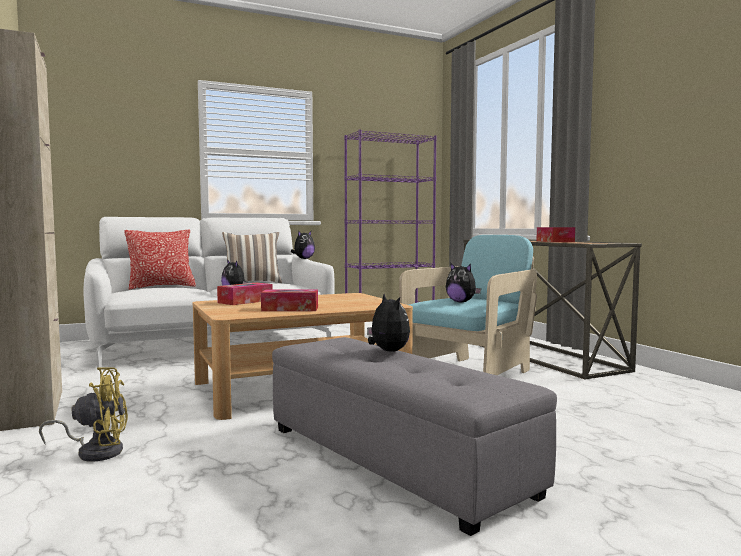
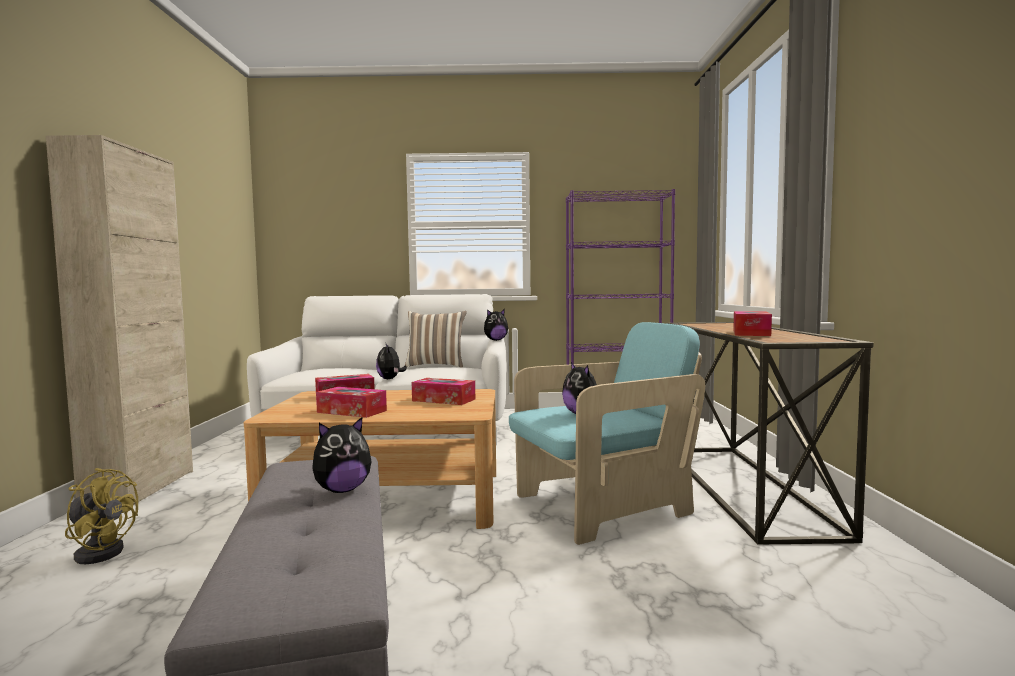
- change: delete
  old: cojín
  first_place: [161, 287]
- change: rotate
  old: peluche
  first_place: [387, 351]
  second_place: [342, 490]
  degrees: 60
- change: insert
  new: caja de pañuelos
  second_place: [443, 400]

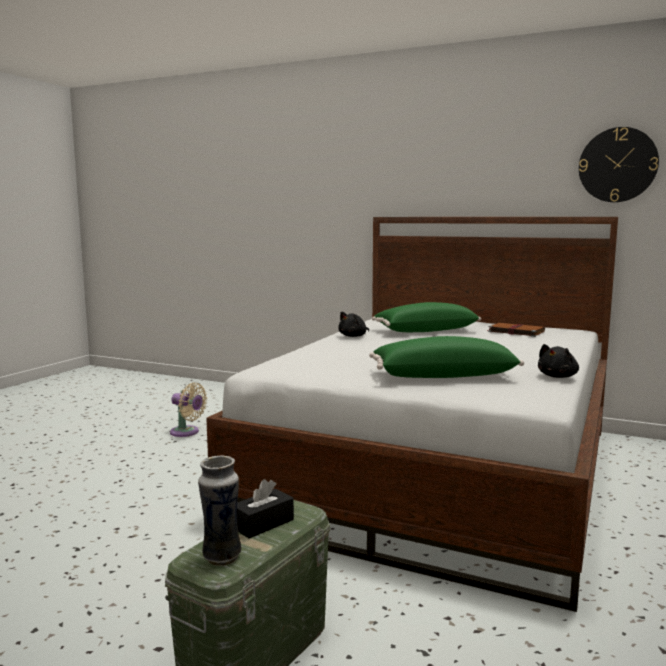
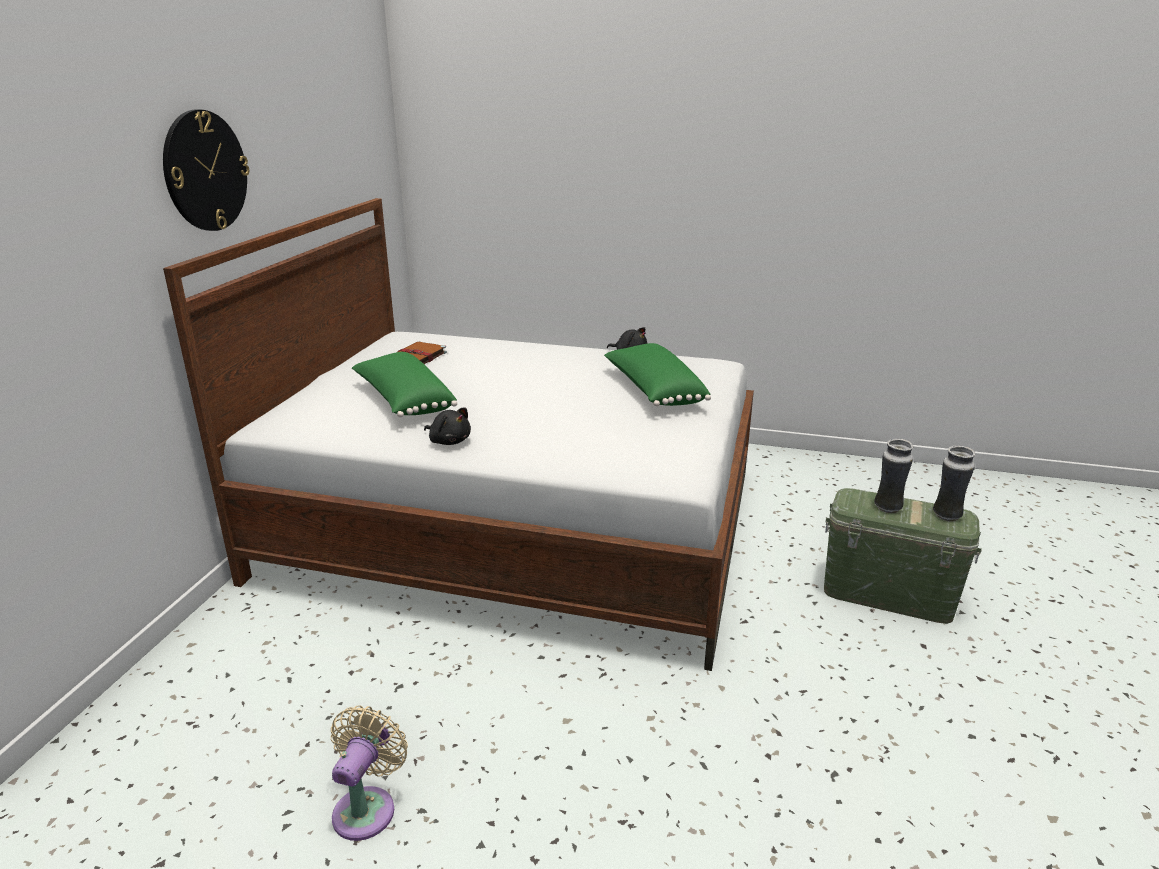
- change: move
  old: reloj de pared
  first_place: [617, 165]
  second_place: [205, 171]
- change: replace
  old: caja de pañuelos (negro)
  new: florero
  first_place: [263, 524]
  second_place: [887, 508]

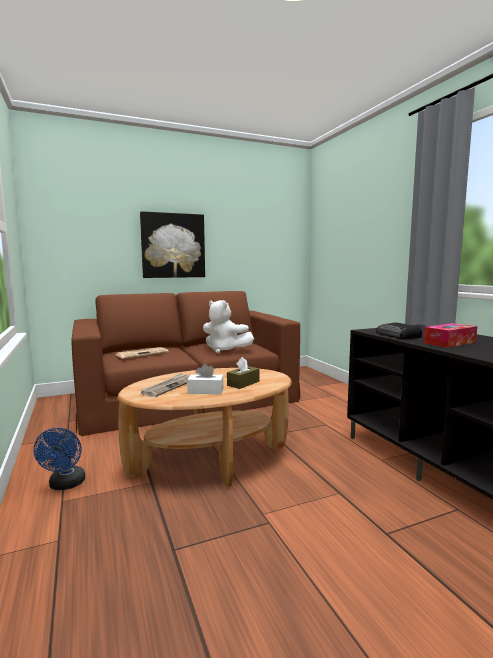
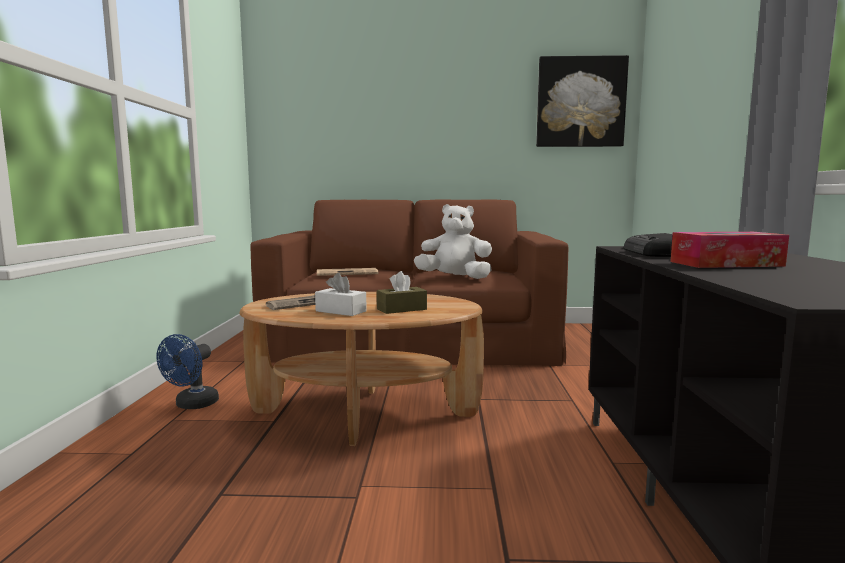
- change: move
  old: cuadro
  first_place: [173, 245]
  second_place: [580, 102]
- change: rotate
  old: peluche (blanco)
  first_place: [225, 350]
  second_place: [454, 278]
  degrees: 135

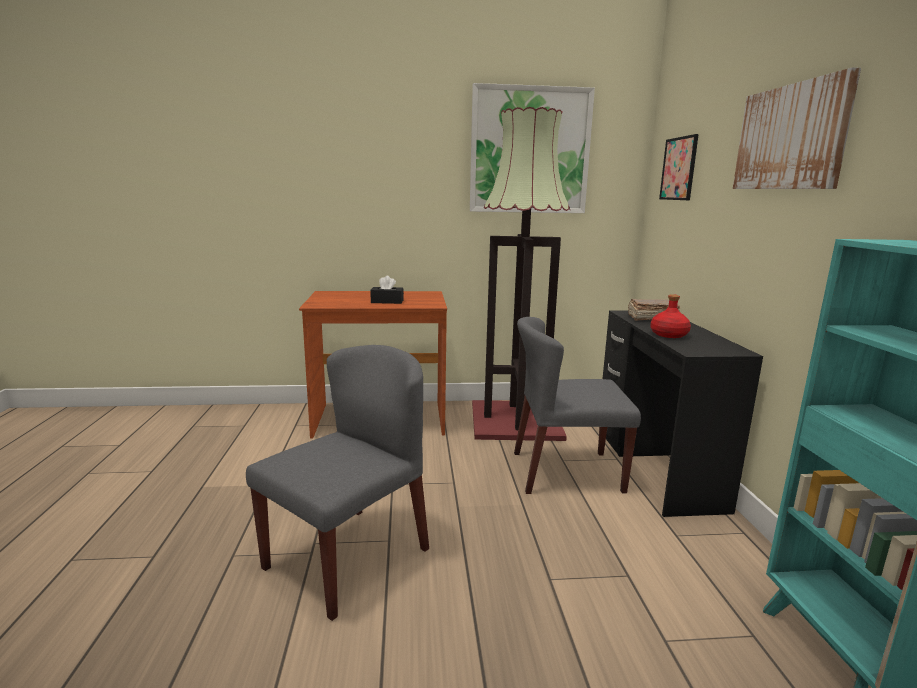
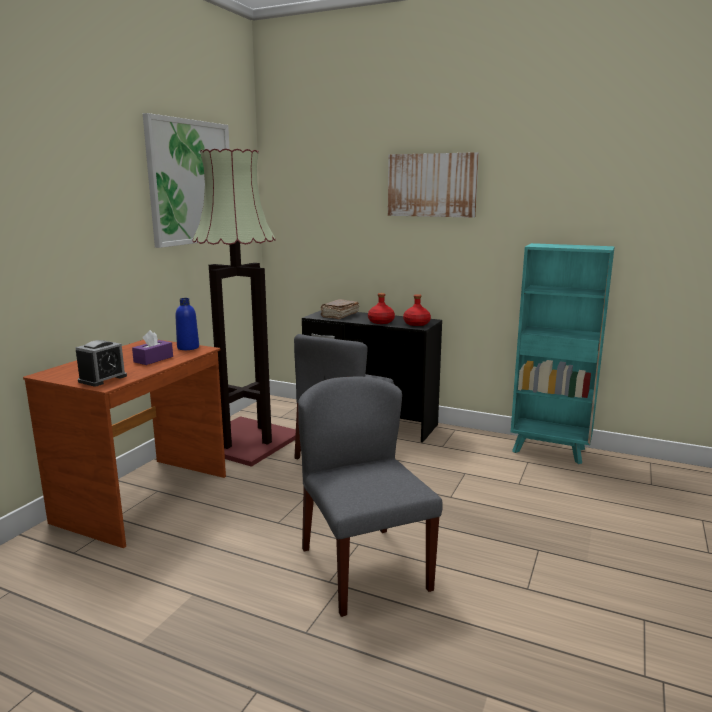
- change: delete
  old: cuadro
  first_place: [678, 168]
- change: recolor
  old: caja de pañuelos (negro)
  new: caja de pañuelos (morado)
  first_place: [387, 301]
  second_place: [153, 359]
- change: insert
  new: botella (rojo)
  second_place: [417, 324]
- change: insert
  new: botella (azul)
  second_place: [188, 347]
- change: insert
  new: despertador
  second_place: [102, 379]

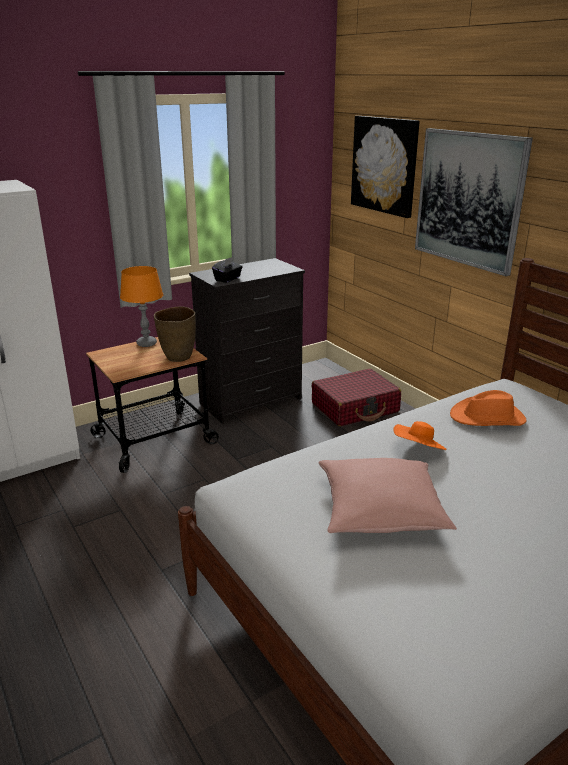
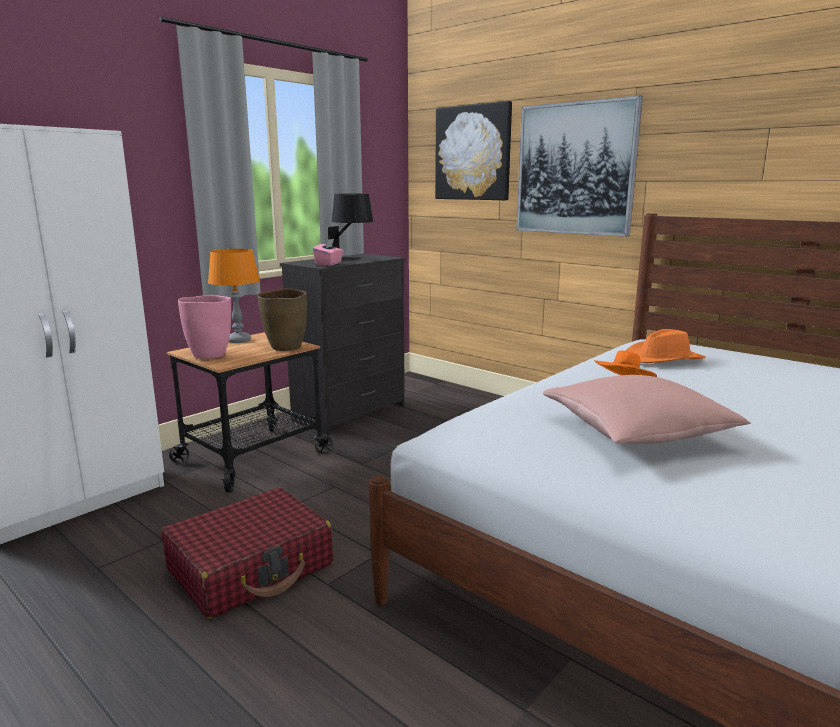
- change: recolor
  old: caja de pañuelos (negro)
  new: caja de pañuelos (rosa)
  first_place: [228, 279]
  second_place: [329, 264]
- change: move
  old: maleta (rojo)
  first_place: [355, 408]
  second_place: [251, 567]
- change: insert
  new: lámpara de mesa (negro)
  second_place: [351, 259]
- change: insert
  new: florero (rosa)
  second_place: [209, 355]

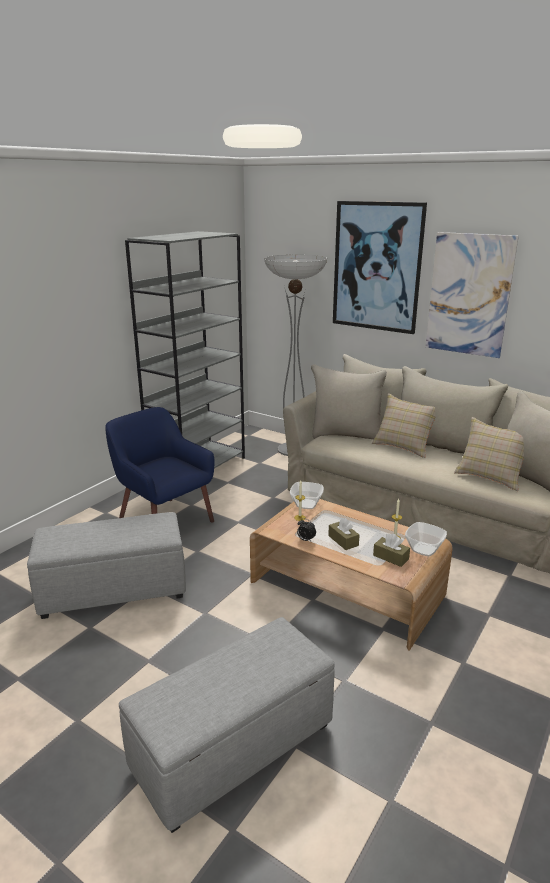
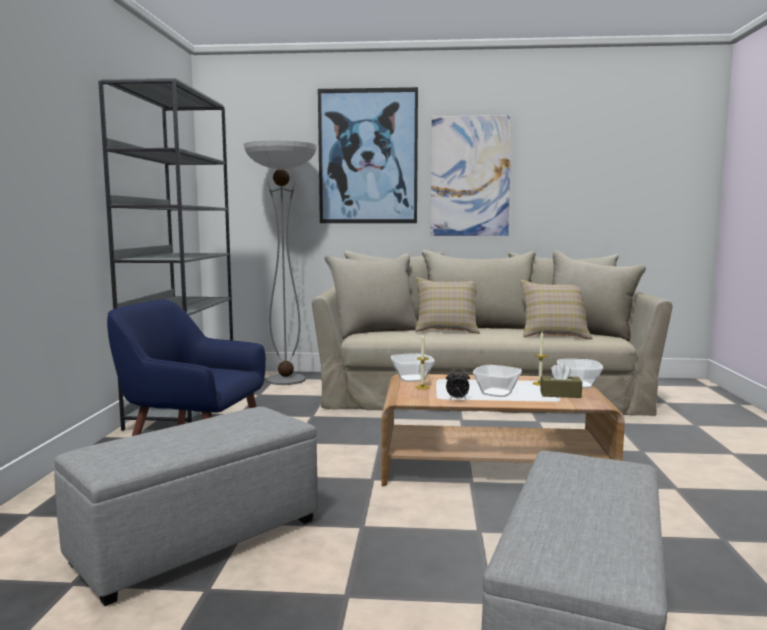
- change: replace
  old: caja de pañuelos (marrón)
  new: cuenco
  first_place: [343, 540]
  second_place: [496, 393]

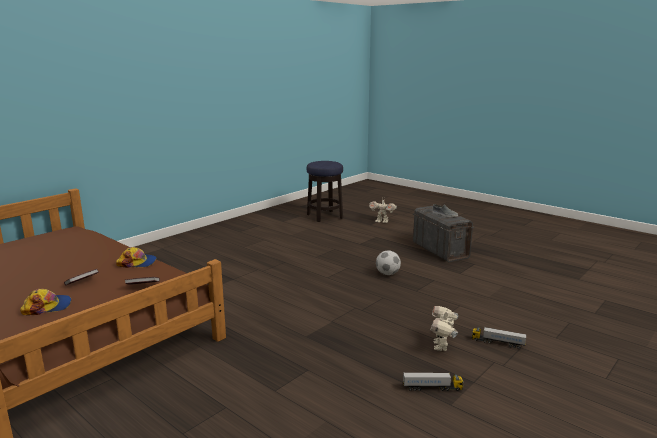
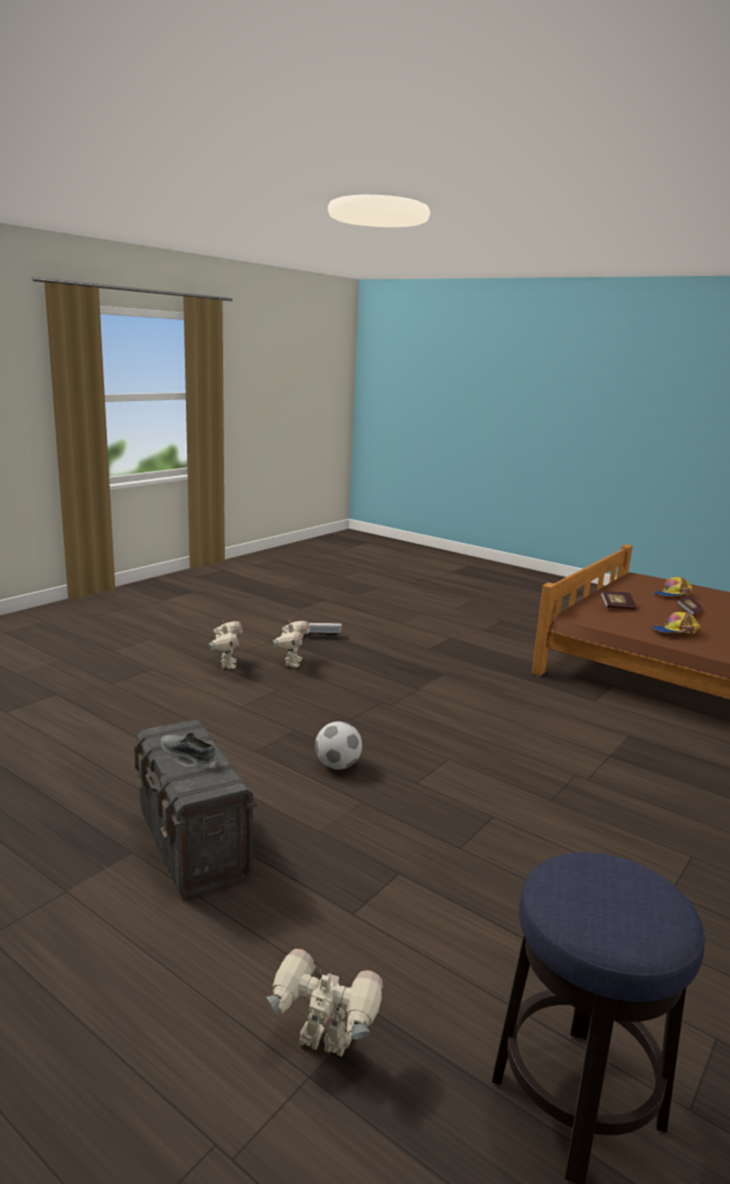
- change: replace
  old: camión de juguete
  new: robot de juguete
  first_place: [497, 342]
  second_place: [226, 665]

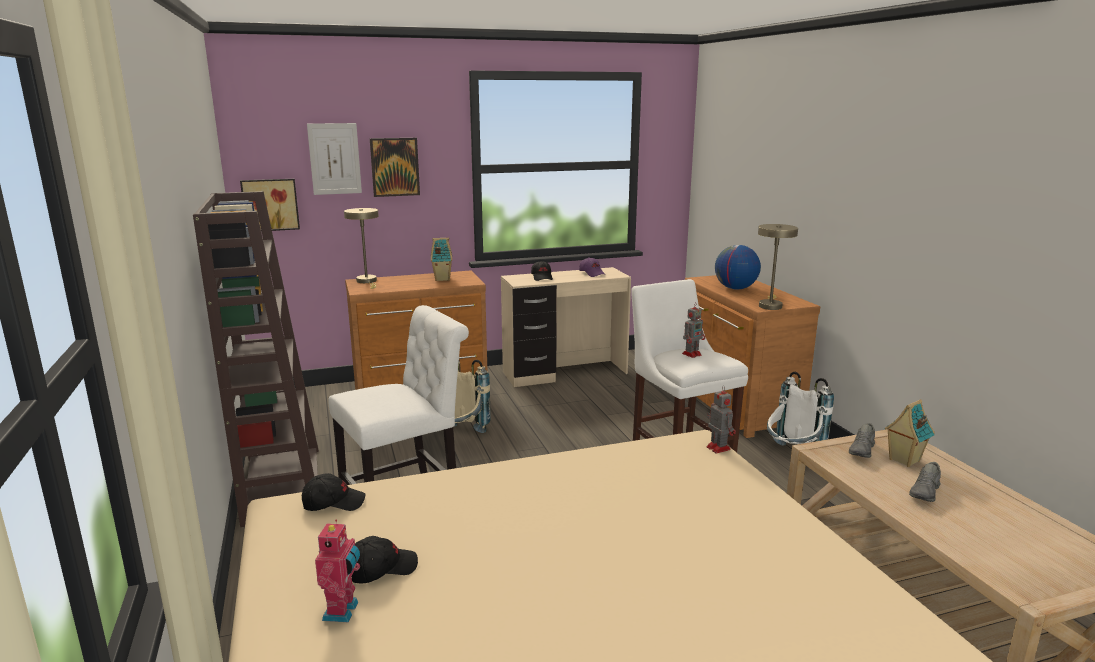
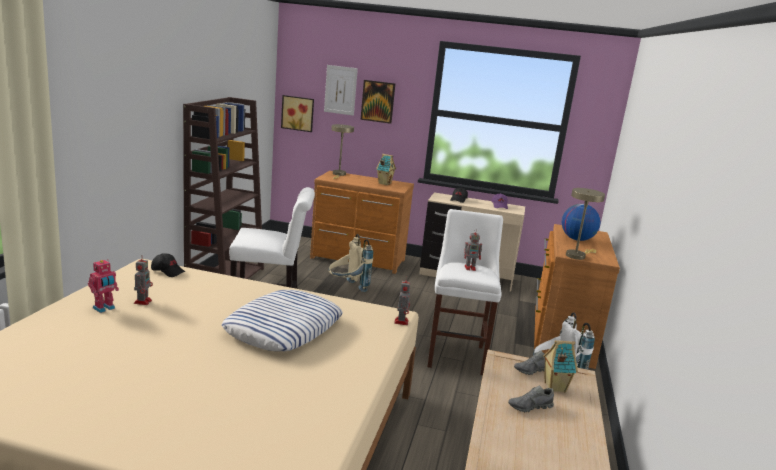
- change: replace
  old: gorra (negro)
  new: robot de juguete
  first_place: [381, 569]
  second_place: [143, 301]
- change: insert
  new: cojín
  second_place: [284, 328]

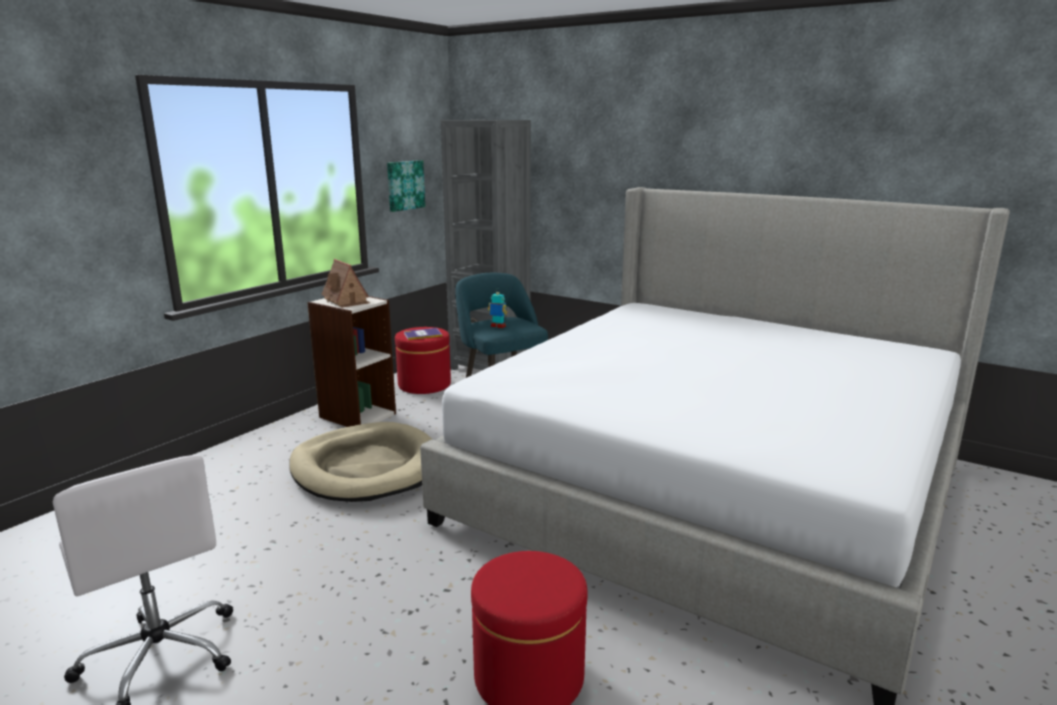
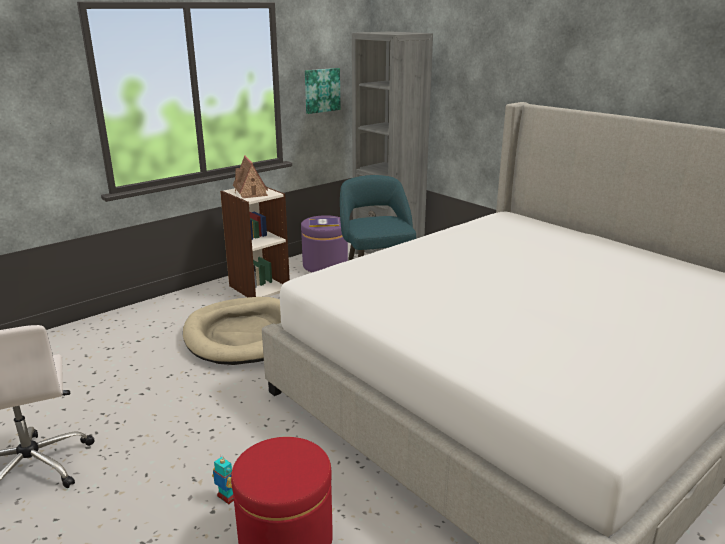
- change: move
  old: robot de juguete
  first_place: [498, 326]
  second_place: [227, 497]
- change: recolor
  old: puf (rojo)
  new: puf (morado)
  first_place: [424, 385]
  second_place: [325, 265]

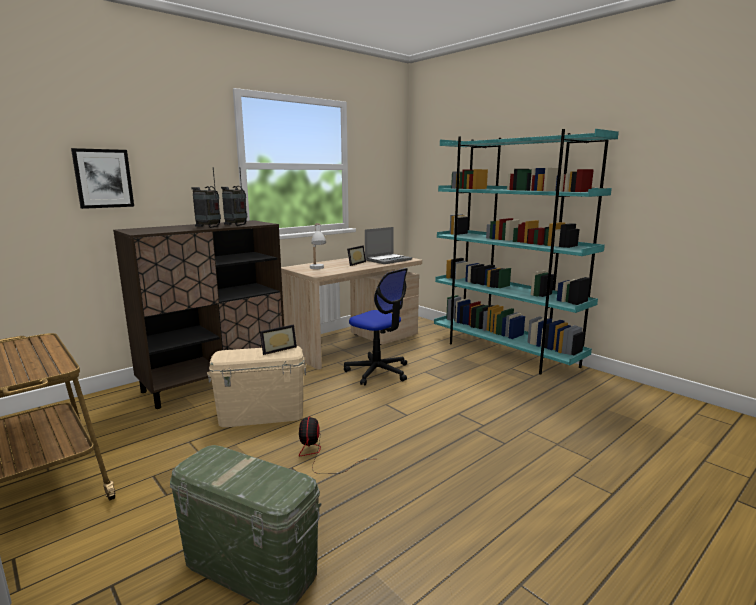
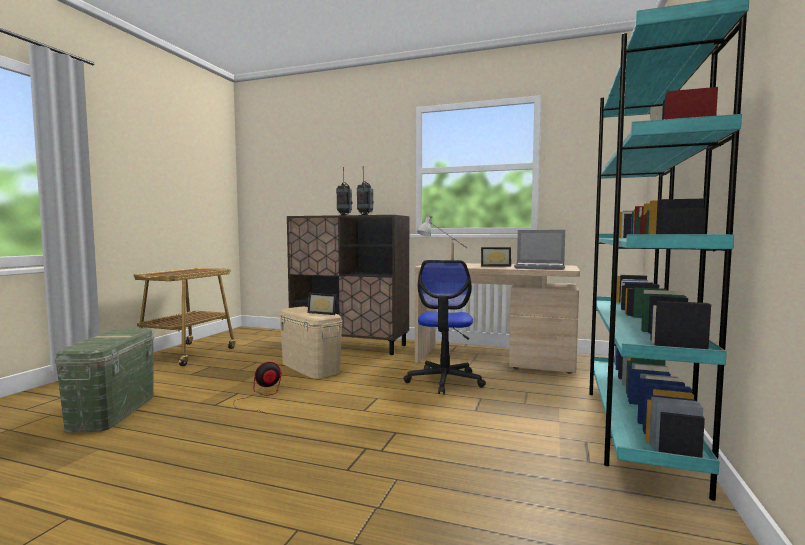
- change: delete
  old: cuadro
  first_place: [103, 178]

